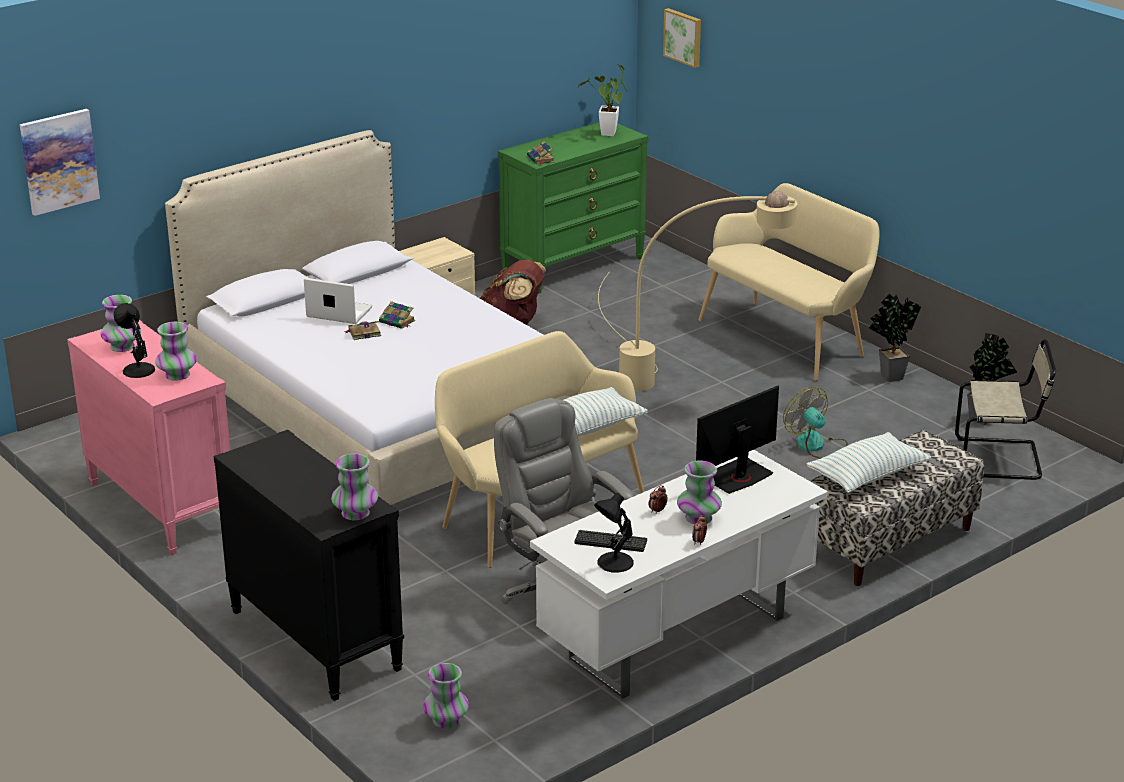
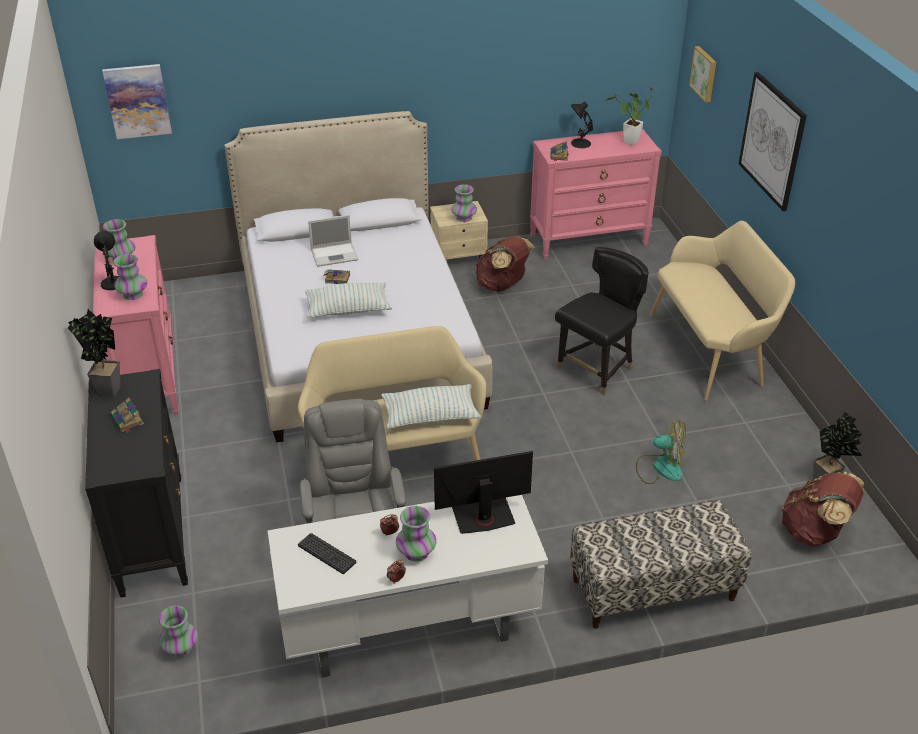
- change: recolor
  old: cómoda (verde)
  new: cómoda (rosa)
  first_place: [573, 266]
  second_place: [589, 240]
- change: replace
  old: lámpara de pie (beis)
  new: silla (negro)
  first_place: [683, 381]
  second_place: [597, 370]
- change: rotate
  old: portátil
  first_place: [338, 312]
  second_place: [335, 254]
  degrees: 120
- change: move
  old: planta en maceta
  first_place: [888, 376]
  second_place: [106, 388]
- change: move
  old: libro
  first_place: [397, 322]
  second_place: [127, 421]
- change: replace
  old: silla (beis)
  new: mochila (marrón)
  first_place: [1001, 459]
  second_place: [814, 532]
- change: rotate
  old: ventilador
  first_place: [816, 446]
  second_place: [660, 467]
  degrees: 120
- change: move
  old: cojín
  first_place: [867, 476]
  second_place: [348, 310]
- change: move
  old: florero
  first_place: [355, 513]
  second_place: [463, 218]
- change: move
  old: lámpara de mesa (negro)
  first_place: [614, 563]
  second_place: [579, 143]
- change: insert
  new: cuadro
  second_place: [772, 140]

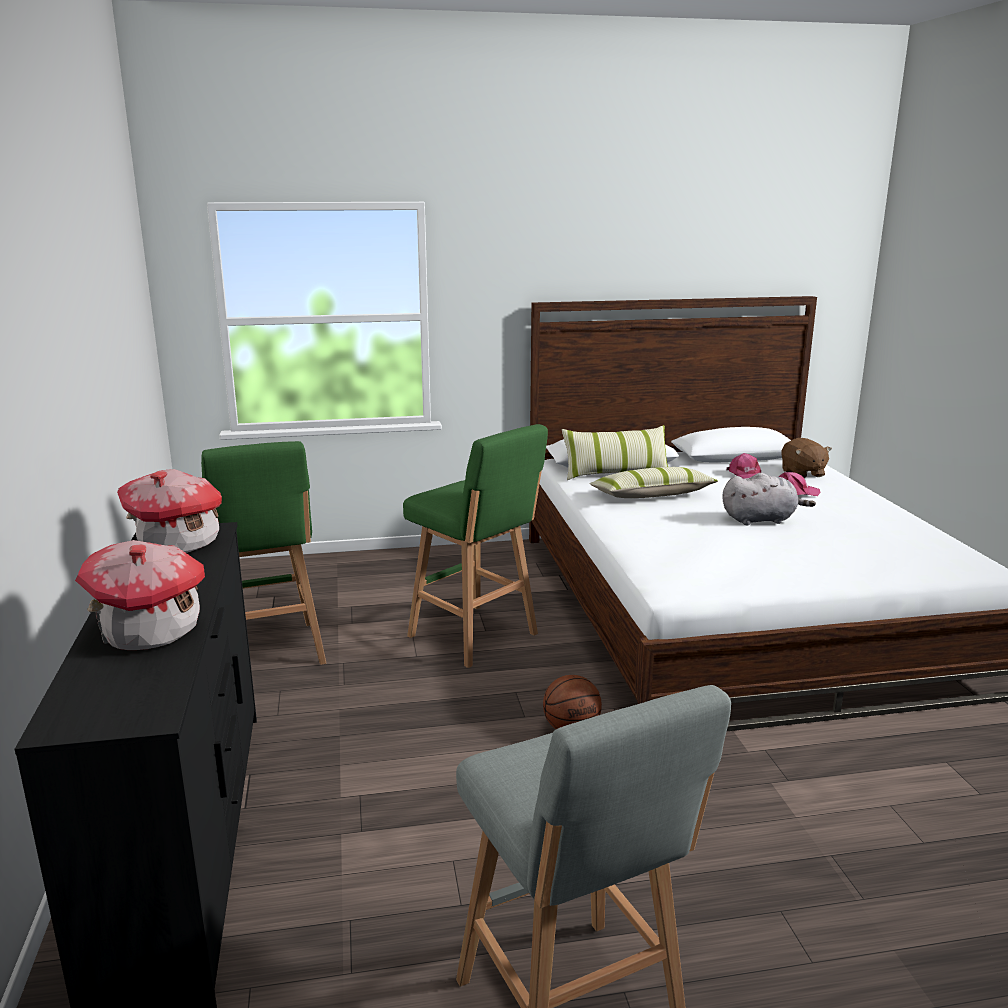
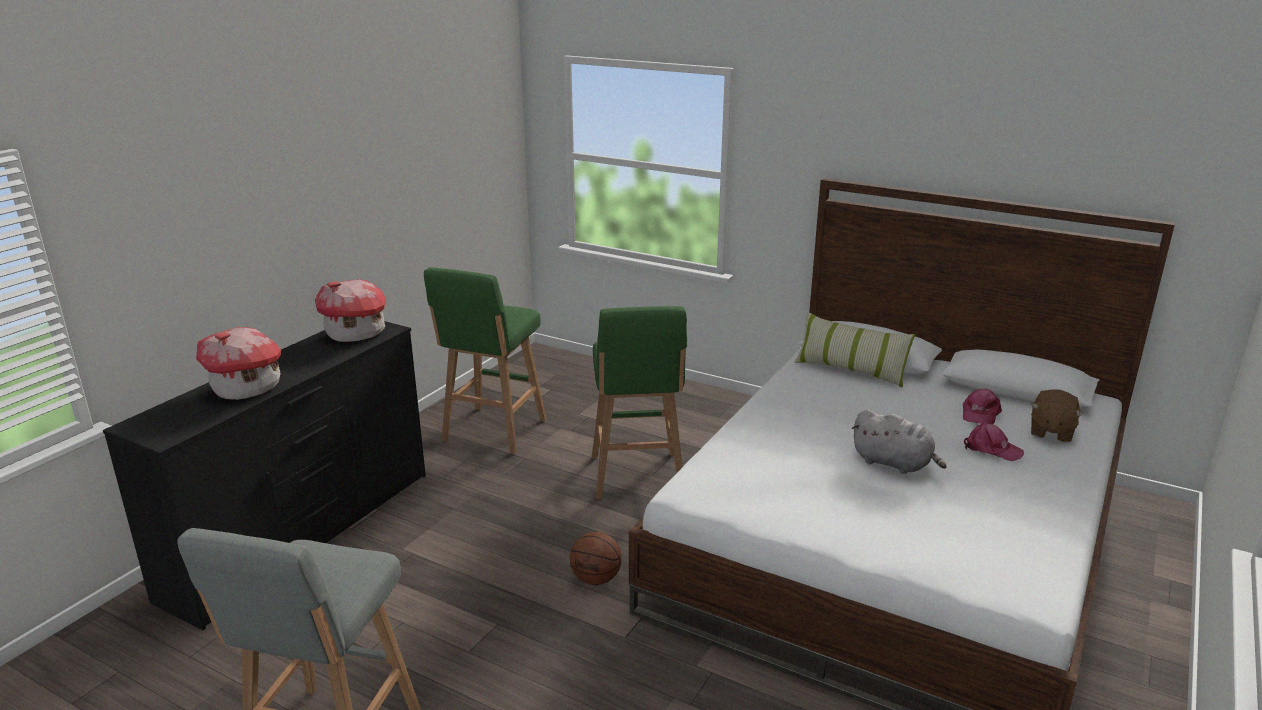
- change: delete
  old: cojín
  first_place: [652, 495]

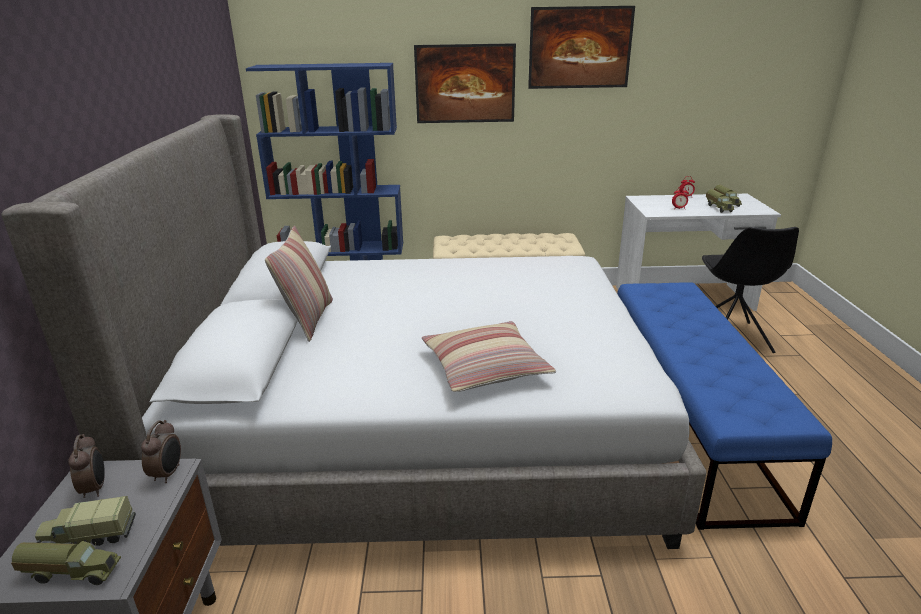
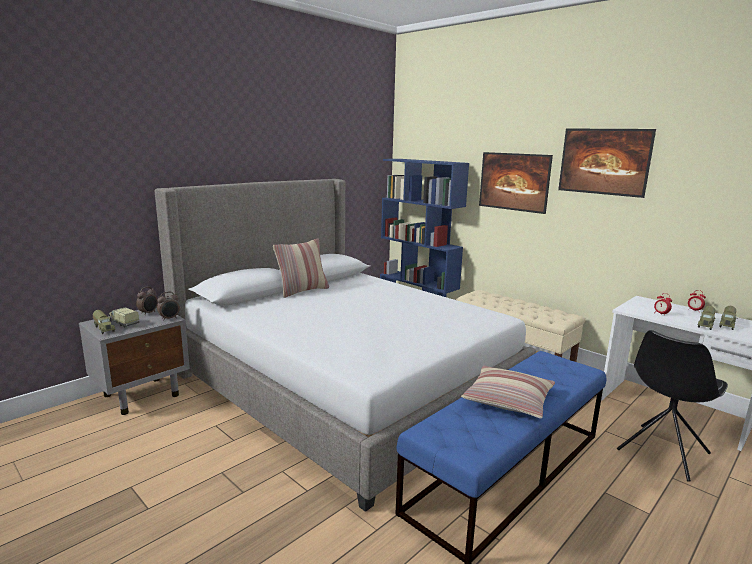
- change: move
  old: cojín
  first_place: [485, 367]
  second_place: [508, 400]

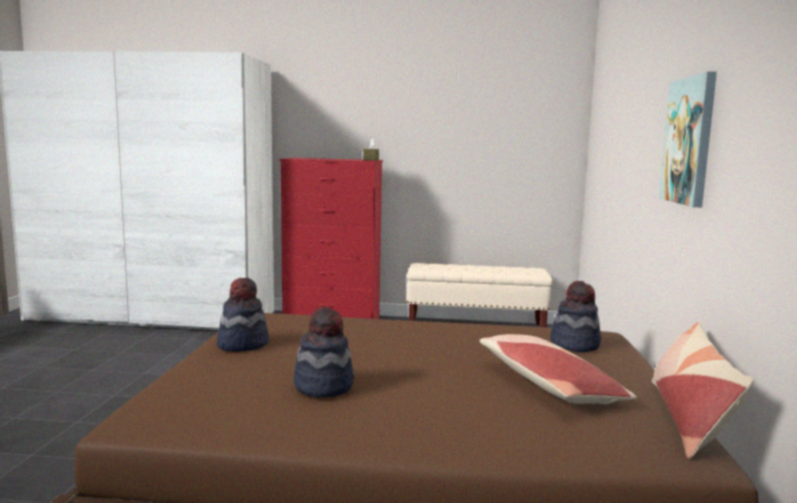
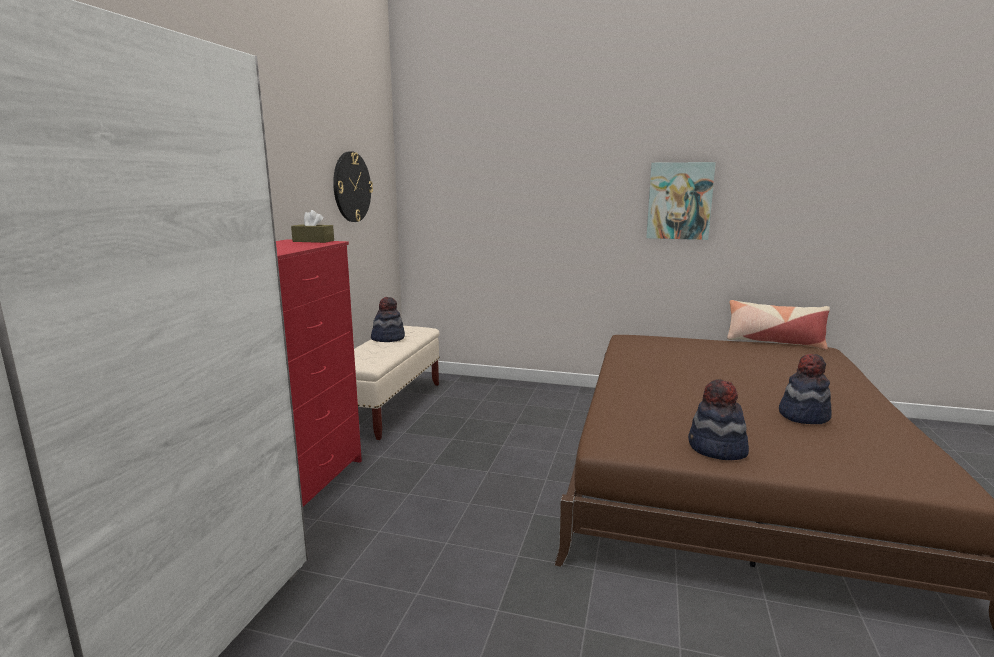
- change: move
  old: sombrero
  first_place: [574, 344]
  second_place: [388, 338]
- change: delete
  old: cojín
  first_place: [547, 384]
- change: insert
  new: reloj de pared
  second_place: [351, 187]

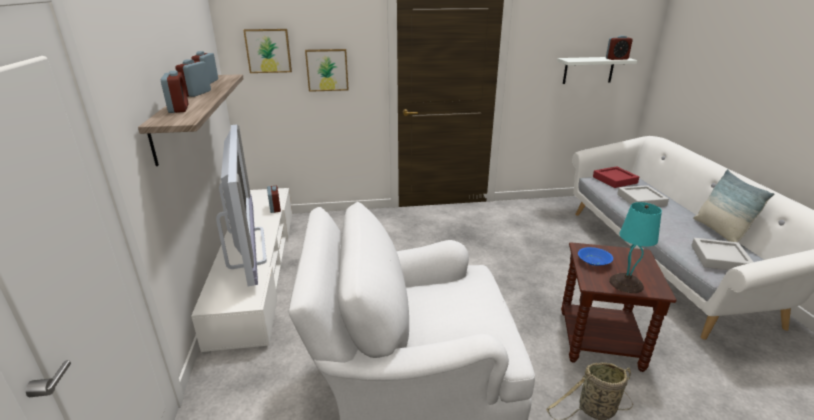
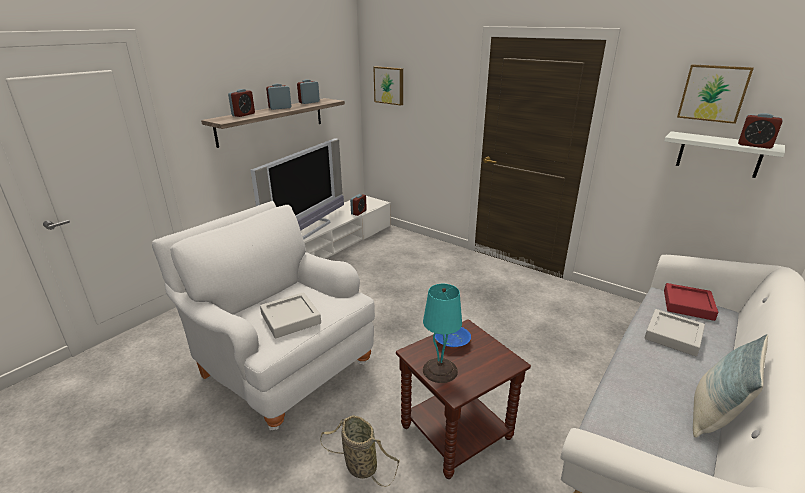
- change: move
  old: cuadro
  first_place: [327, 70]
  second_place: [713, 93]
- change: move
  old: bandeja (gris)
  first_place: [720, 259]
  second_place: [291, 319]

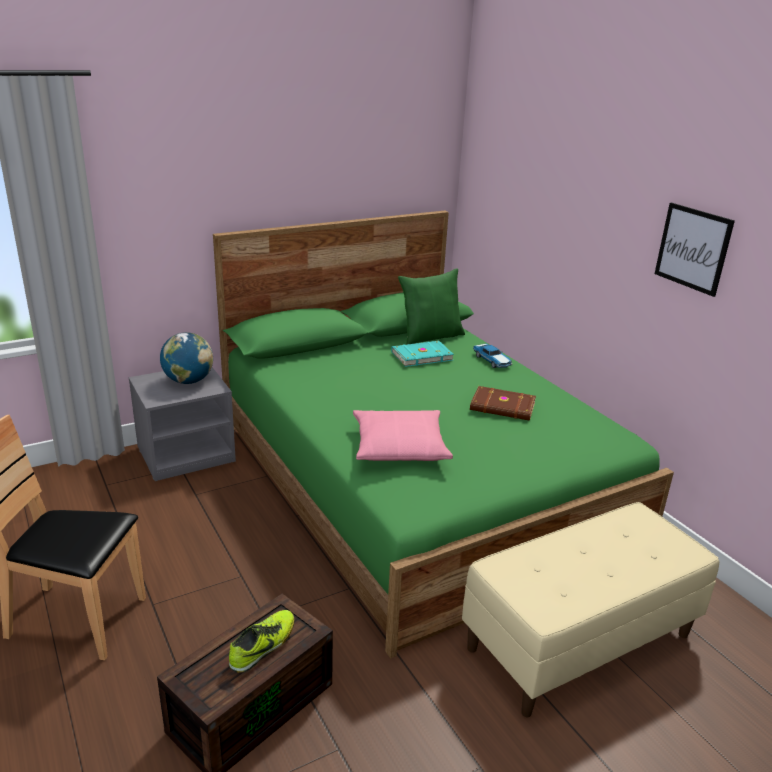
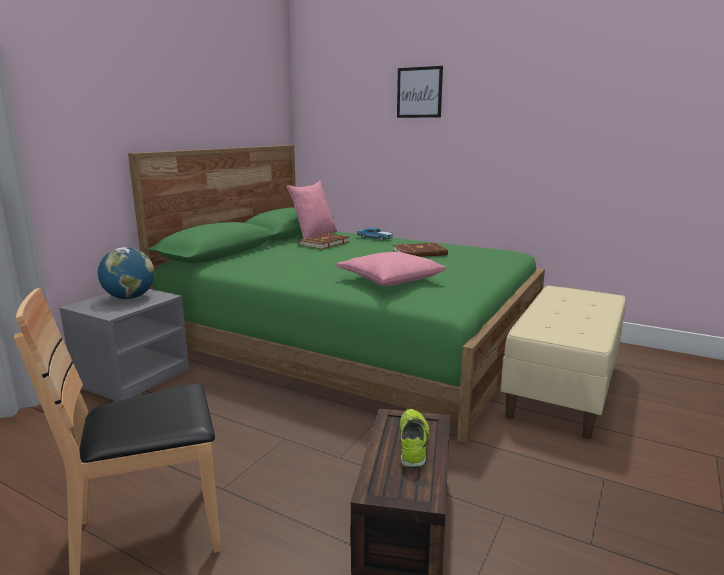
- change: move
  old: cuadro
  first_place: [693, 248]
  second_place: [419, 92]
- change: recolor
  old: cojín (verde)
  new: cojín (rosa)
  first_place: [430, 336]
  second_place: [314, 235]
- change: recolor
  old: libro (turquesa)
  new: libro (marrón)
  first_place: [421, 356]
  second_place: [323, 243]

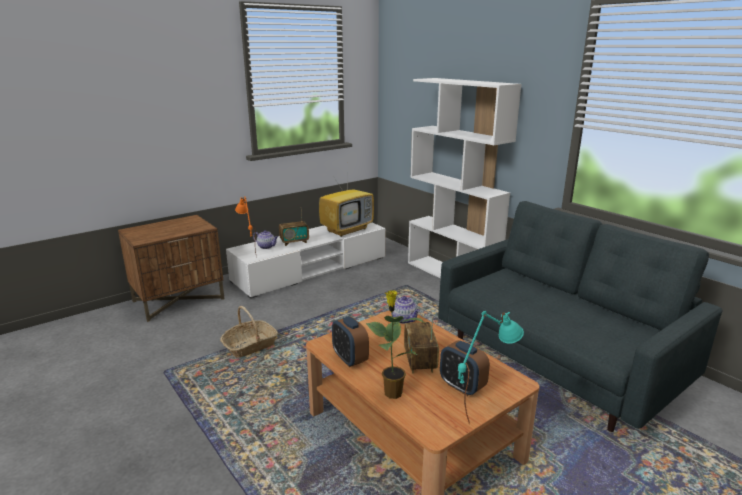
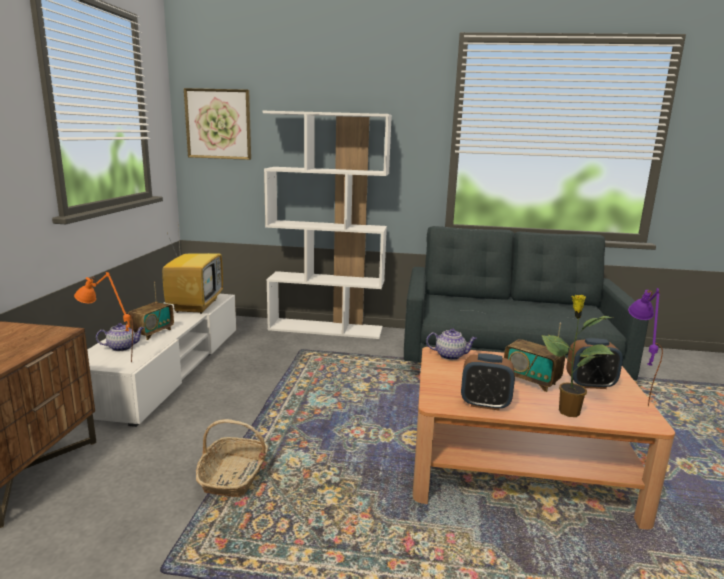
- change: recolor
  old: lámpara de mesa (turquesa)
  new: lámpara de mesa (morado)
  first_place: [483, 410]
  second_place: [632, 392]
- change: insert
  new: cuadro
  second_place: [218, 124]

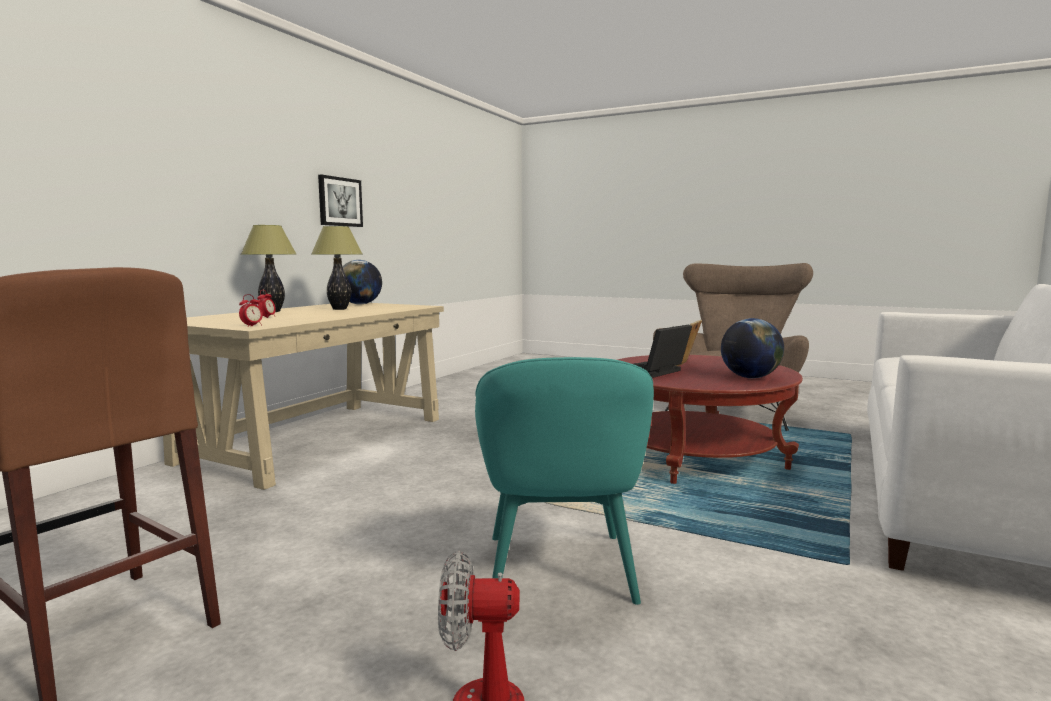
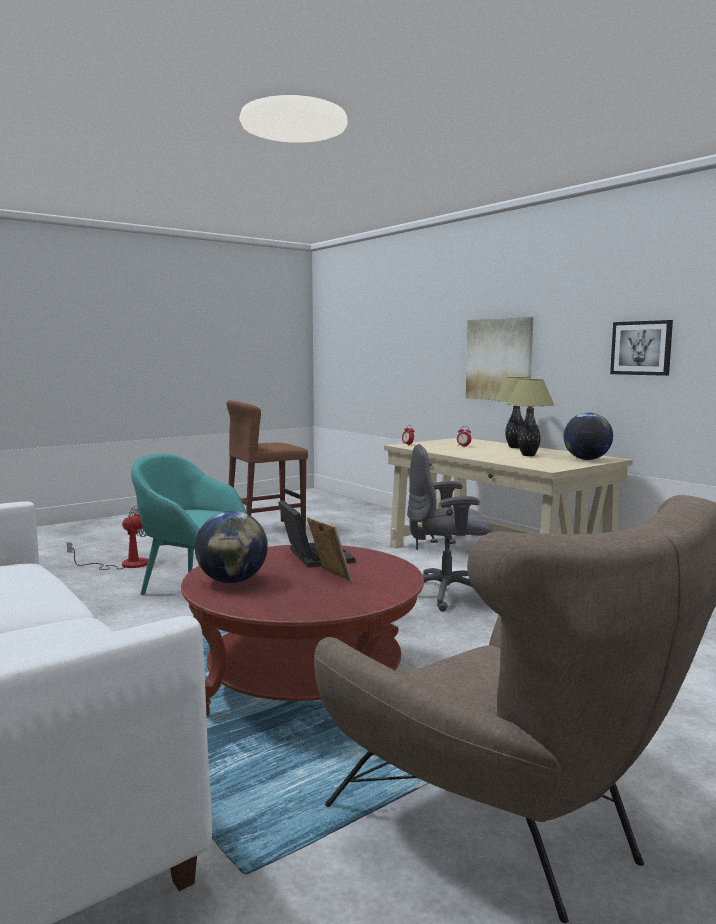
- change: insert
  new: cuadro
  second_place: [499, 359]
- change: insert
  new: silla de oficina (gris)
  second_place: [447, 595]

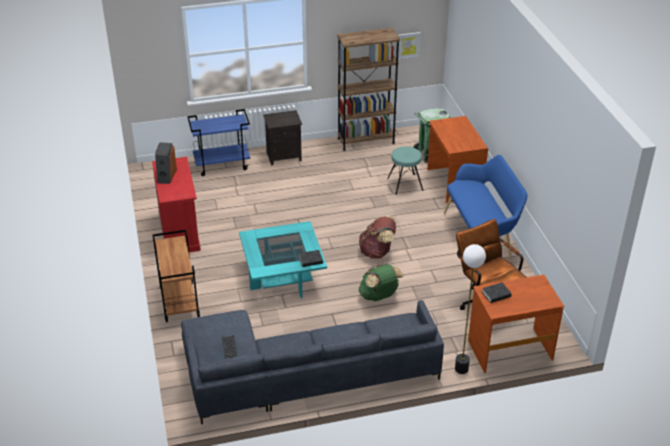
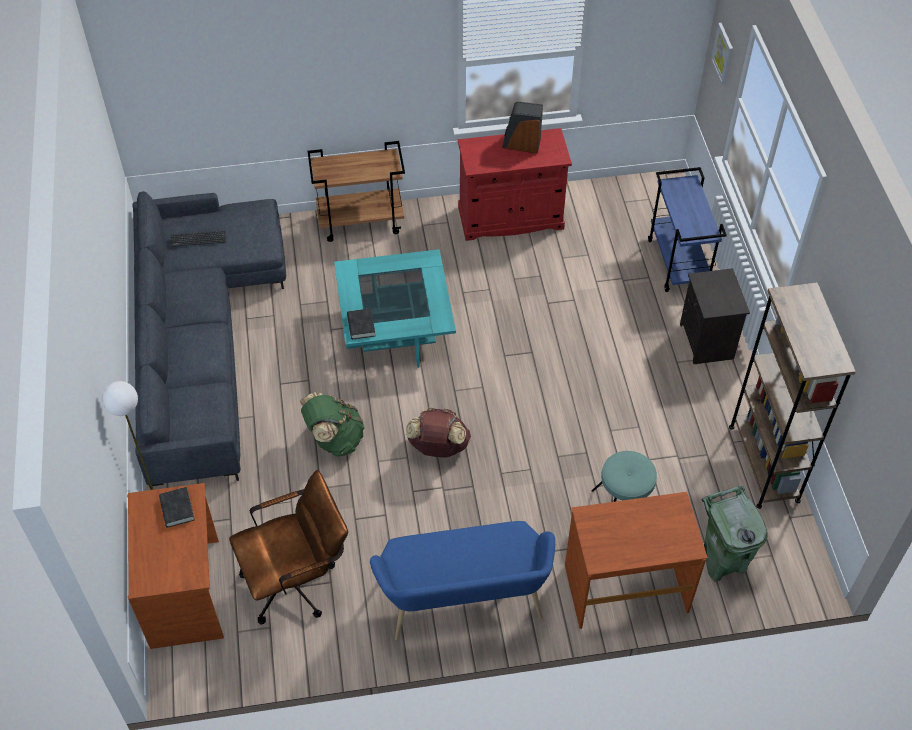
- change: move
  old: cuadro
  first_place: [408, 45]
  second_place: [723, 53]

